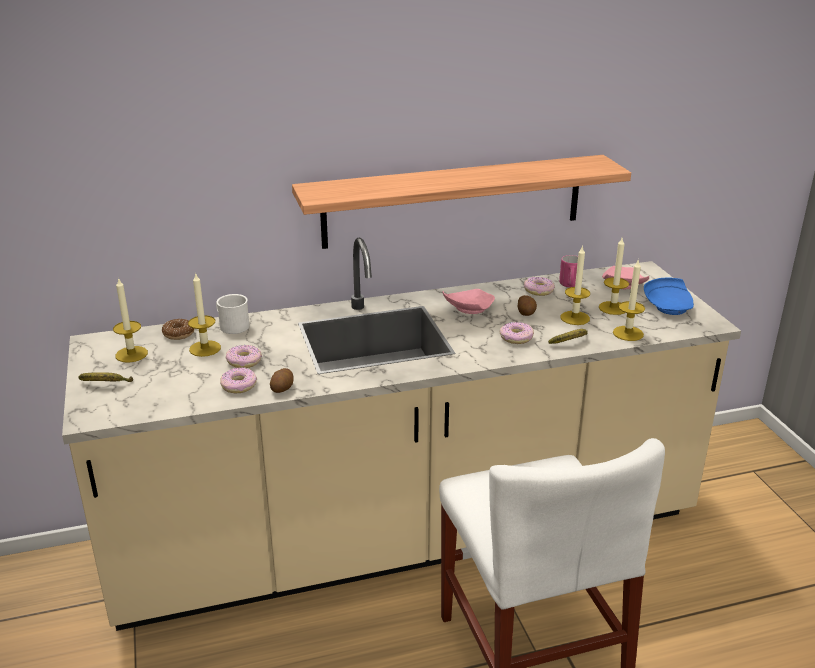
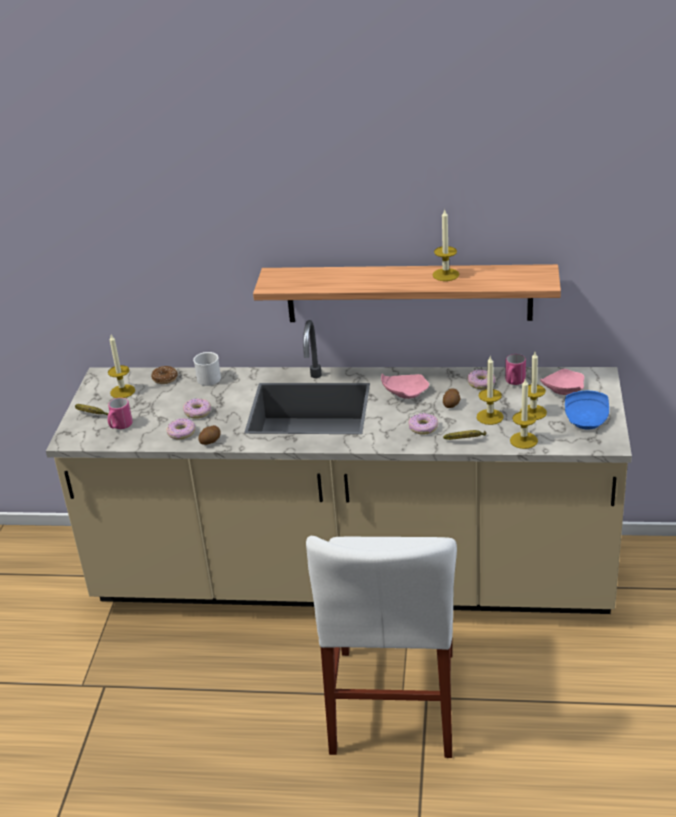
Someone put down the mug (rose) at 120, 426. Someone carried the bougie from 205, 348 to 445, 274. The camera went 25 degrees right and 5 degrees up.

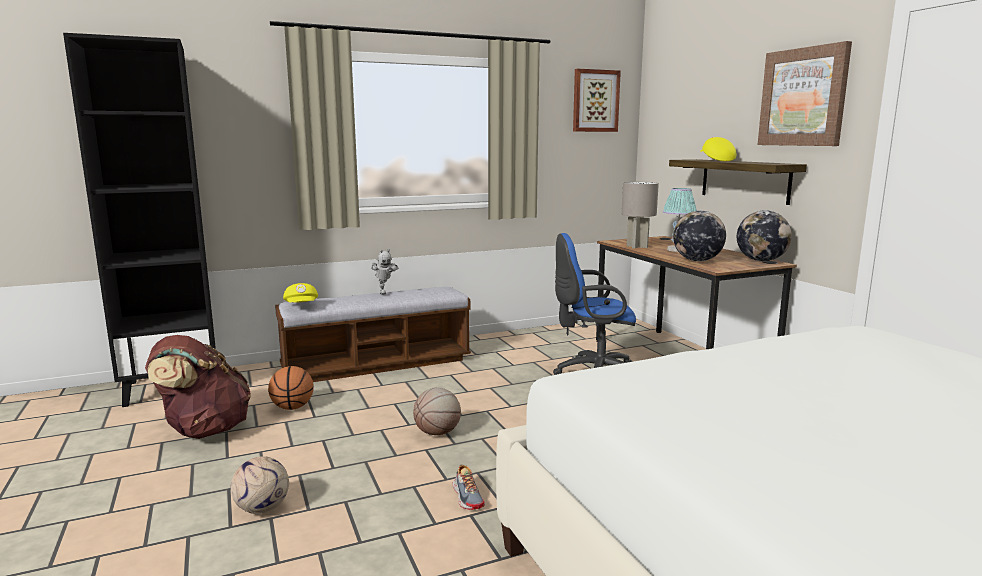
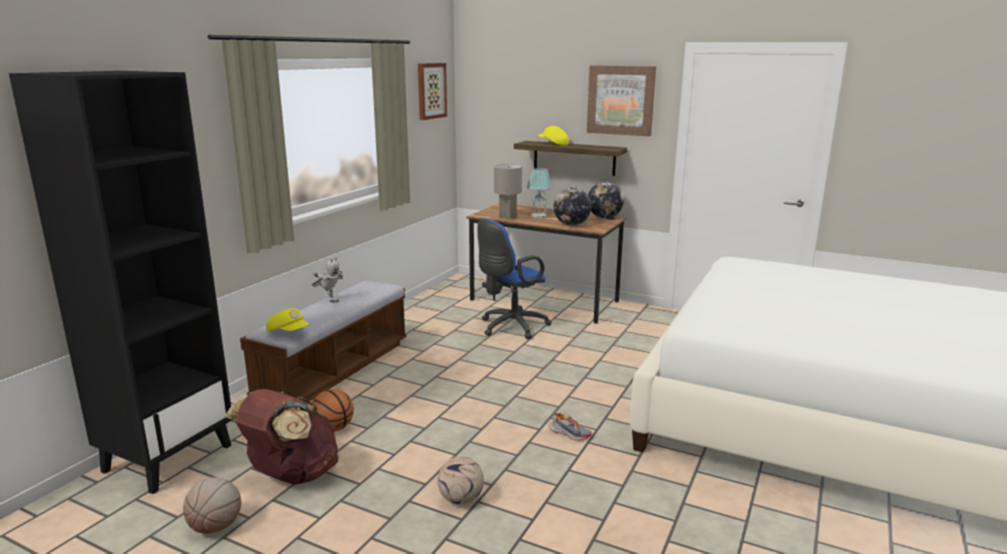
Someone carried the ballon de basket from 438, 433 to 216, 527. The camera went 40 degrees left and 5 degrees up.

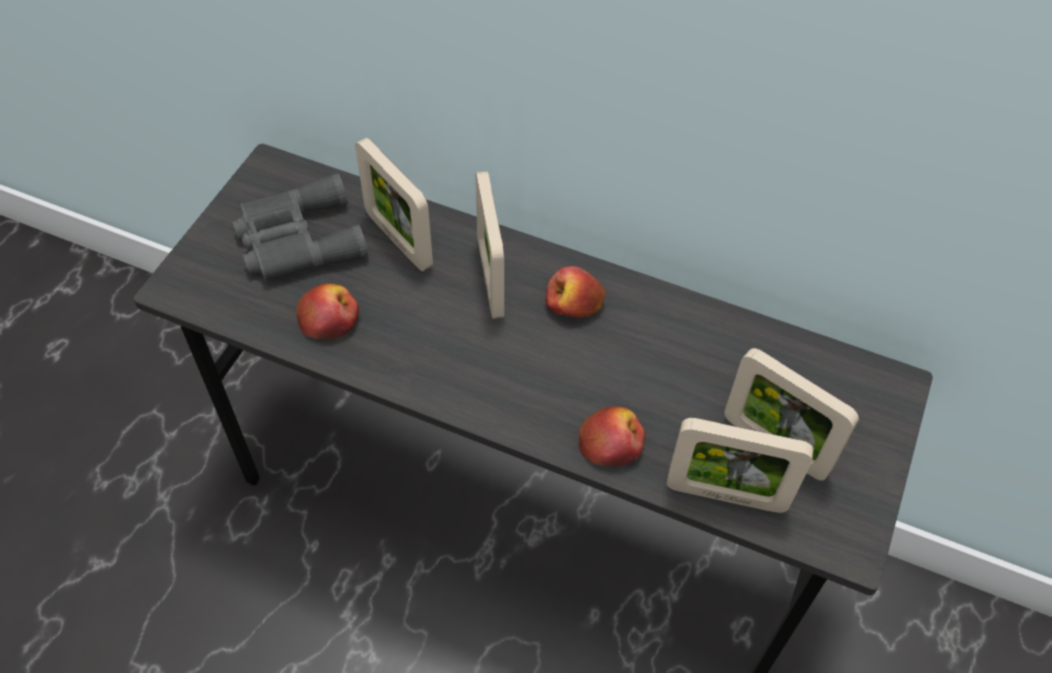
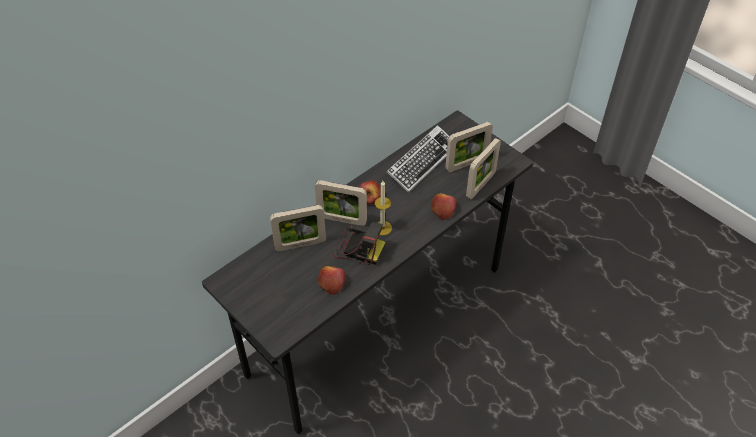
Someone put down the appareil photo at 358, 248. Someone put down the bougie at 382, 228. Someone put down the clavier at 422, 162. Someone took away the jumelles (gris) at 296, 240. The camera went 65 degrees left and 5 degrees down.

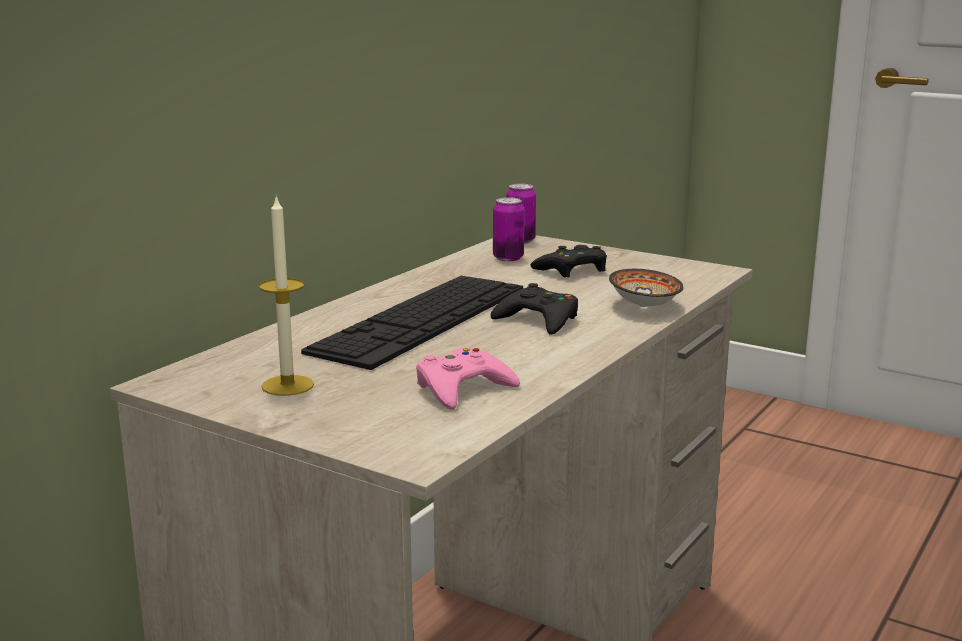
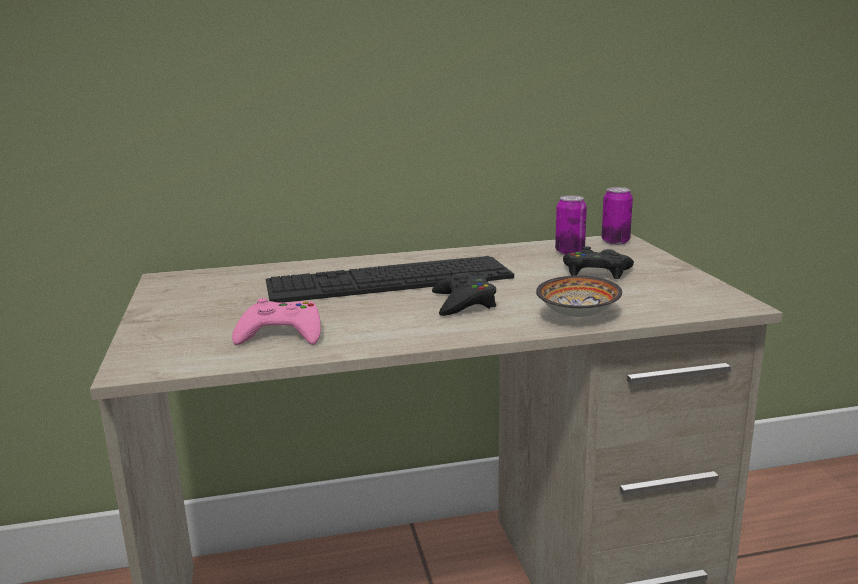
Someone took away the bougie at 287, 385. The camera went 45 degrees right and 0 degrees up.

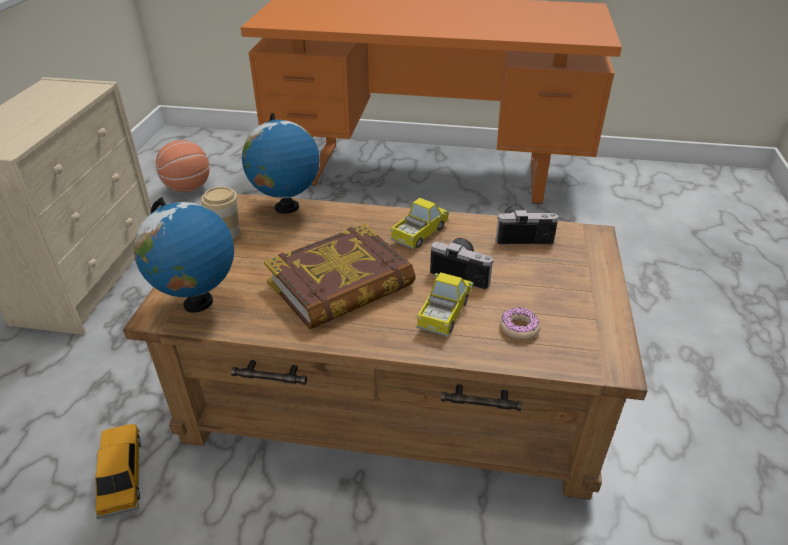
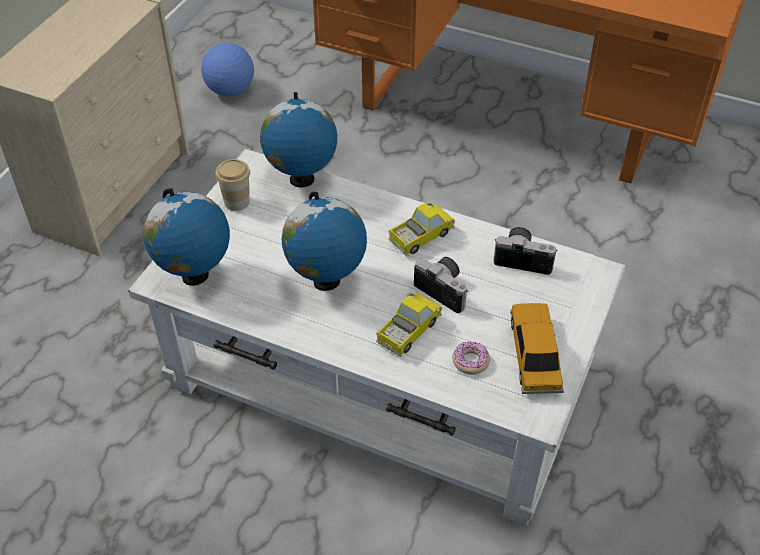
Someone repainted the table basse (marron) at 392, 391, which became the table basse (blanc) at 378, 379. Someone swapped the ballon de basket at 187, 188 for the ballon de foot at 230, 90. Someone swapped the livre at 341, 284 for the globe at 326, 282. Someone carried the petite voiture from 121, 475 to 534, 355. The camera went 15 degrees right and 10 degrees up.

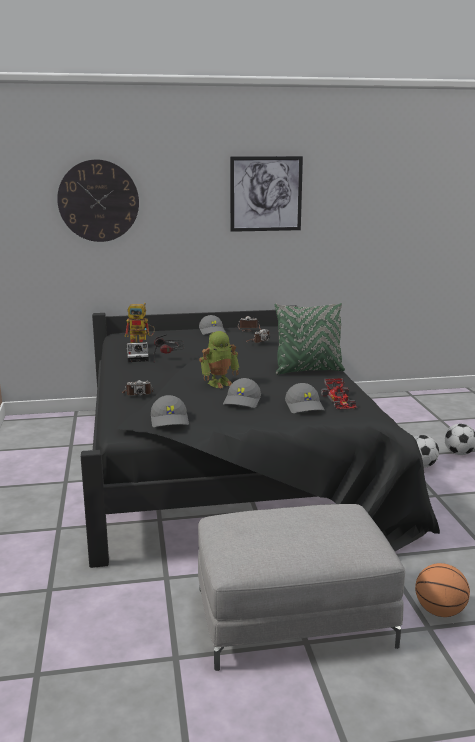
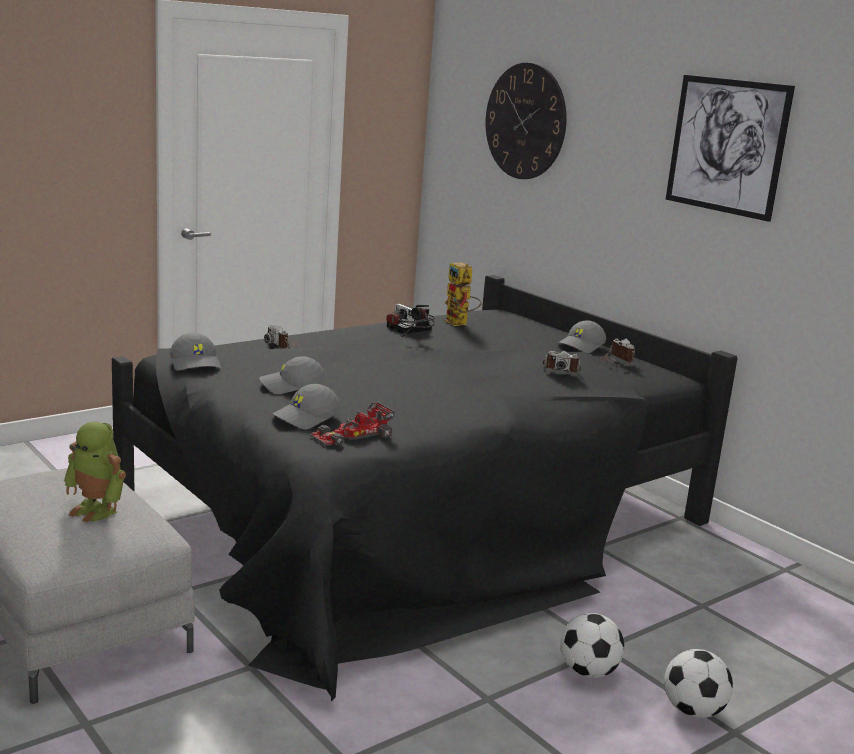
Someone carried the robot jouet from 219, 383 to 97, 510. Someone rotated the casquette (gris) at 170, 420 by 75 degrees counterclockwise. Someone took away the coussin (vert) at 308, 370. Someone took away the ballon de basket at 439, 611. The camera went 60 degrees right and 0 degrees up.

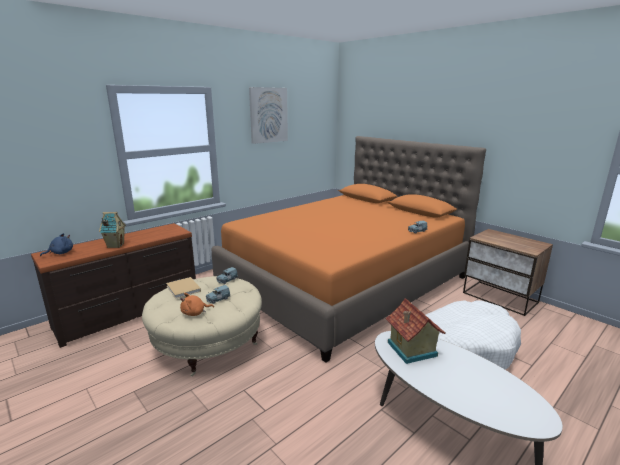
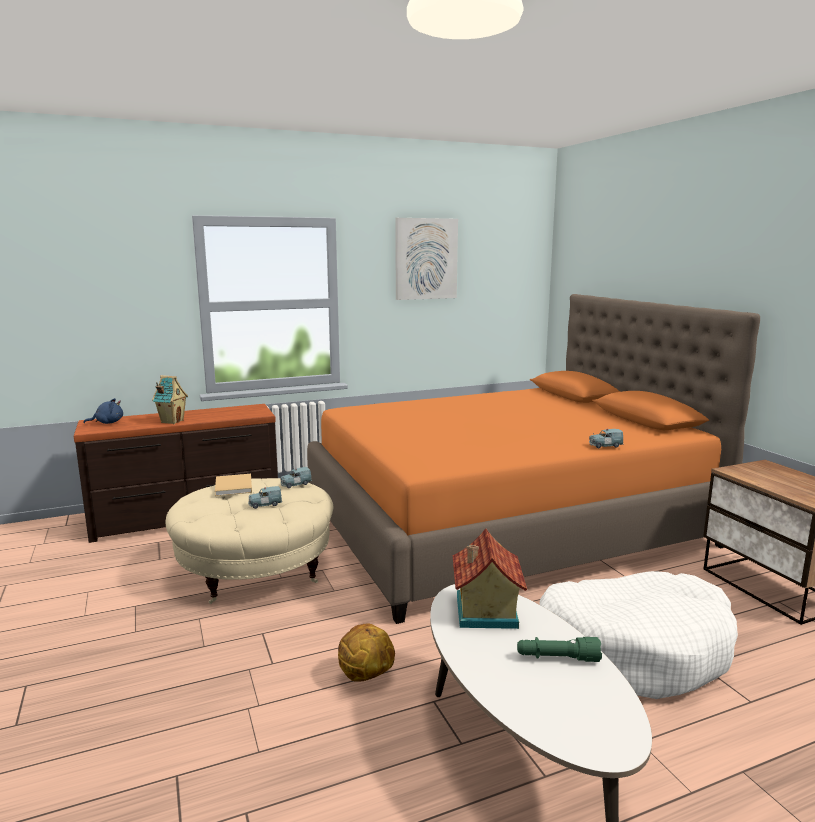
Someone put down the ballon de basket at 365, 676. Someone put down the lampe de poche (vert) at 557, 658. Someone took away the peluche (orange) at 195, 313. The camera went 20 degrees right and 5 degrees down.

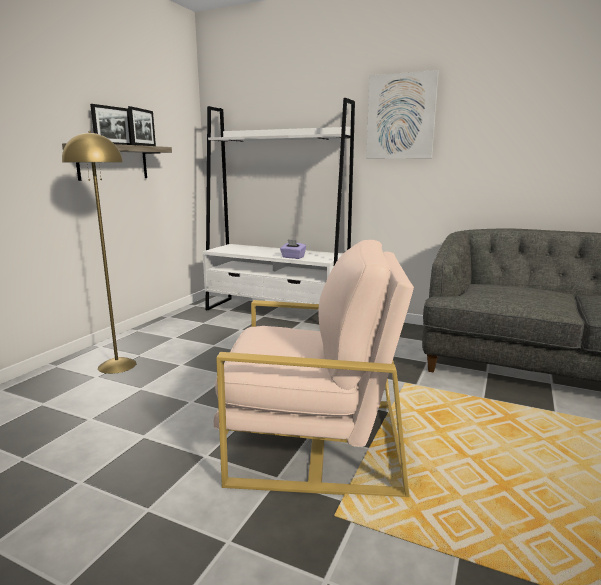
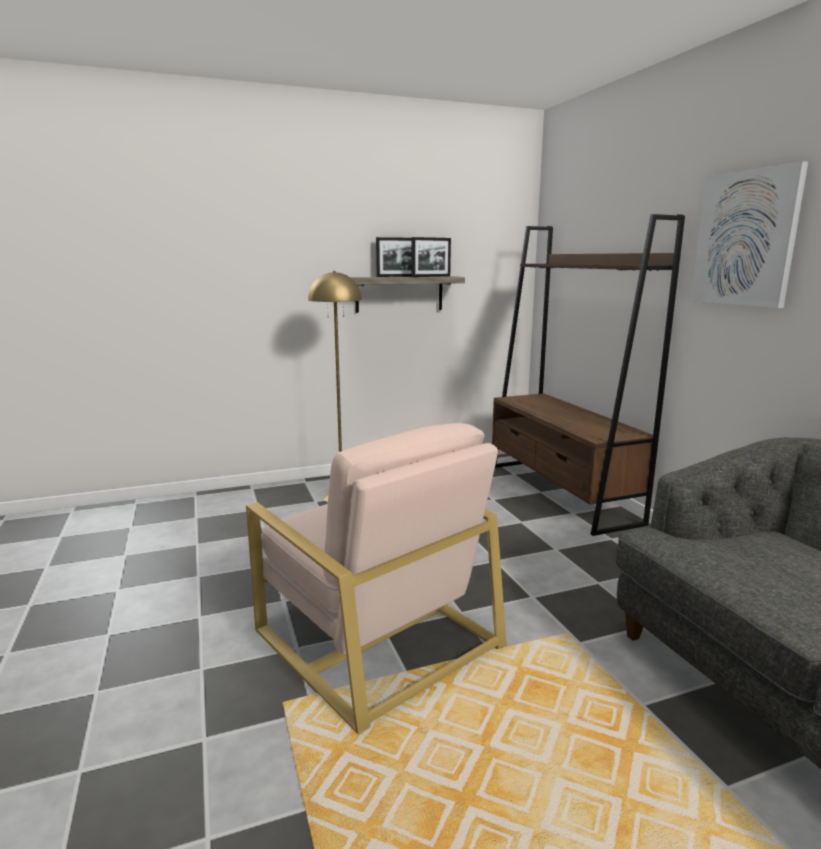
Someone repainted the bibliothèque (blanc) at 276, 313, which became the bibliothèque (marron) at 560, 493. Someone took away the boîte à mouchoirs (violet) at 293, 257. The camera went 45 degrees right and 0 degrees up.

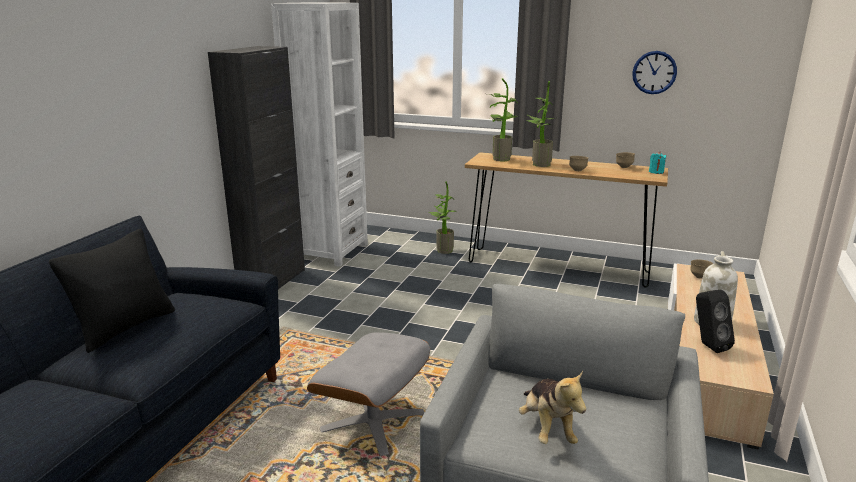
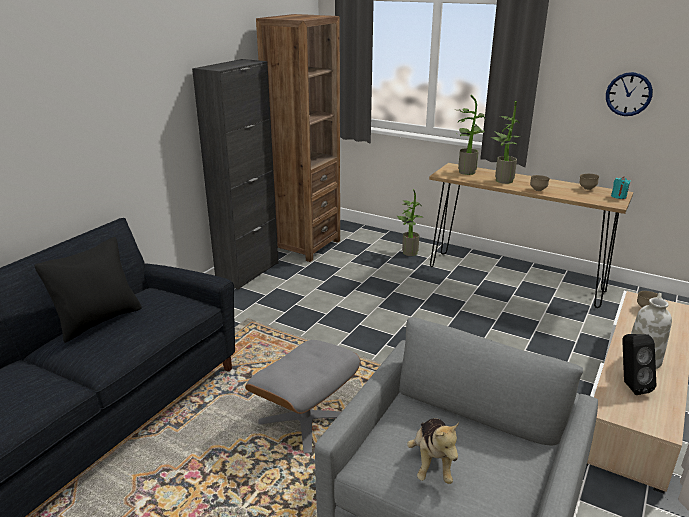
Someone repainted the bibliothèque (blanc) at 331, 251, which became the bibliothèque (marron) at 305, 245. The camera went 10 degrees right and 5 degrees up.

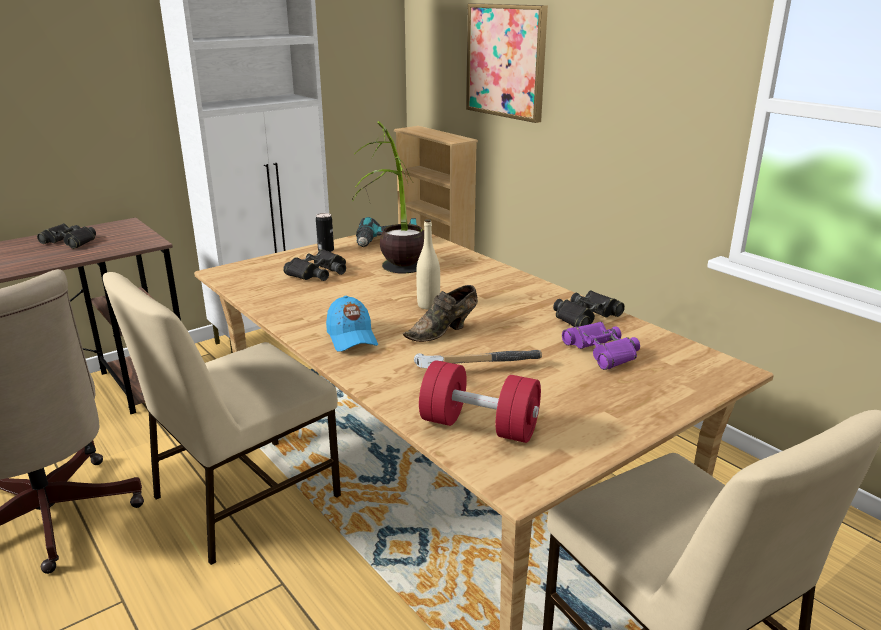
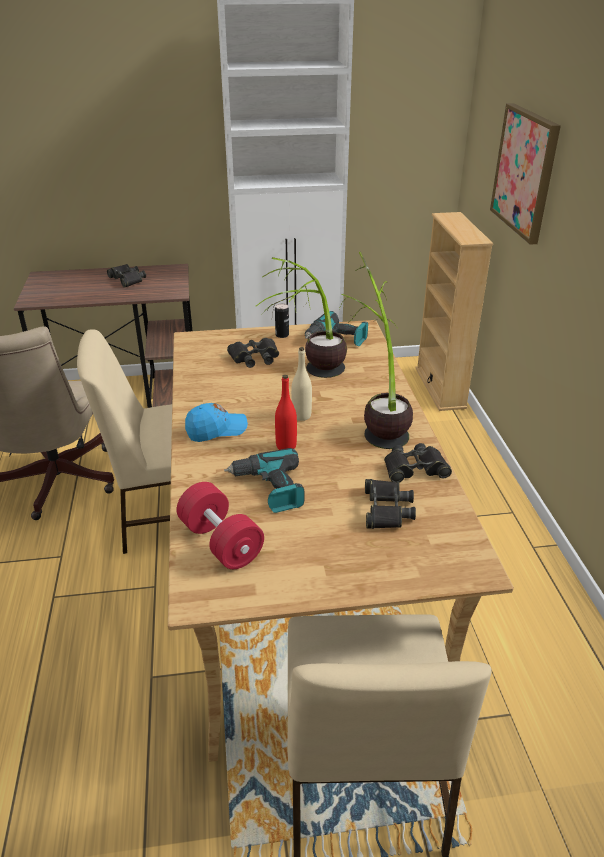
Someone rotated the casquette (bleu) at 351, 337 by 120 degrees counterclockwise. Someone swapped the marteau at 472, 368 for the perceuse at 270, 489. Someone swapped the chaussure (marron) at 444, 331 for the bouteille (rouge) at 286, 446. Someone put down the plante en pot at 376, 420. Someone repainted the jumelles (violet) at 601, 352, which became the jumelles (noir) at 386, 509. The camera went 30 degrees right and 10 degrees up.

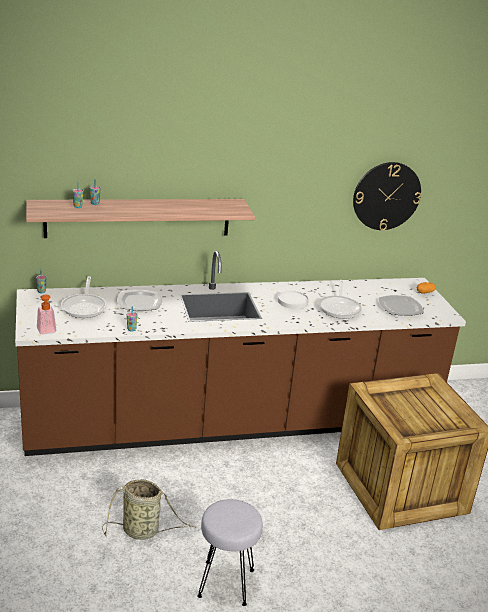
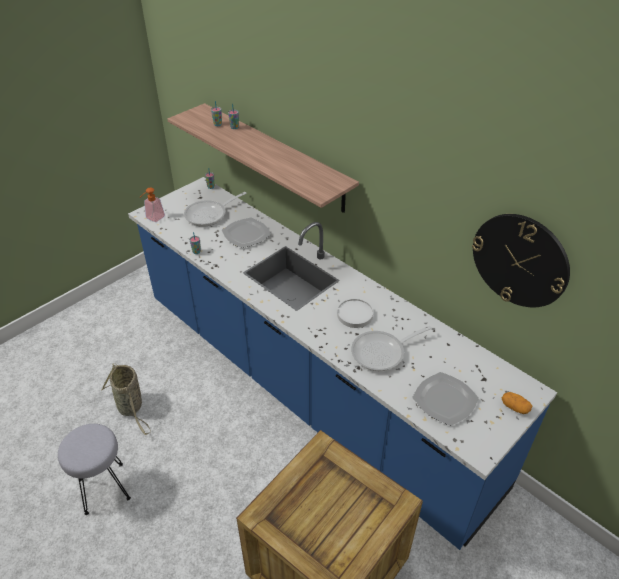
Someone repainted the comptoir de cuisine (marron) at 233, 423, which became the comptoir de cuisine (bleu) at 309, 388. The camera went 60 degrees right and 15 degrees up.

